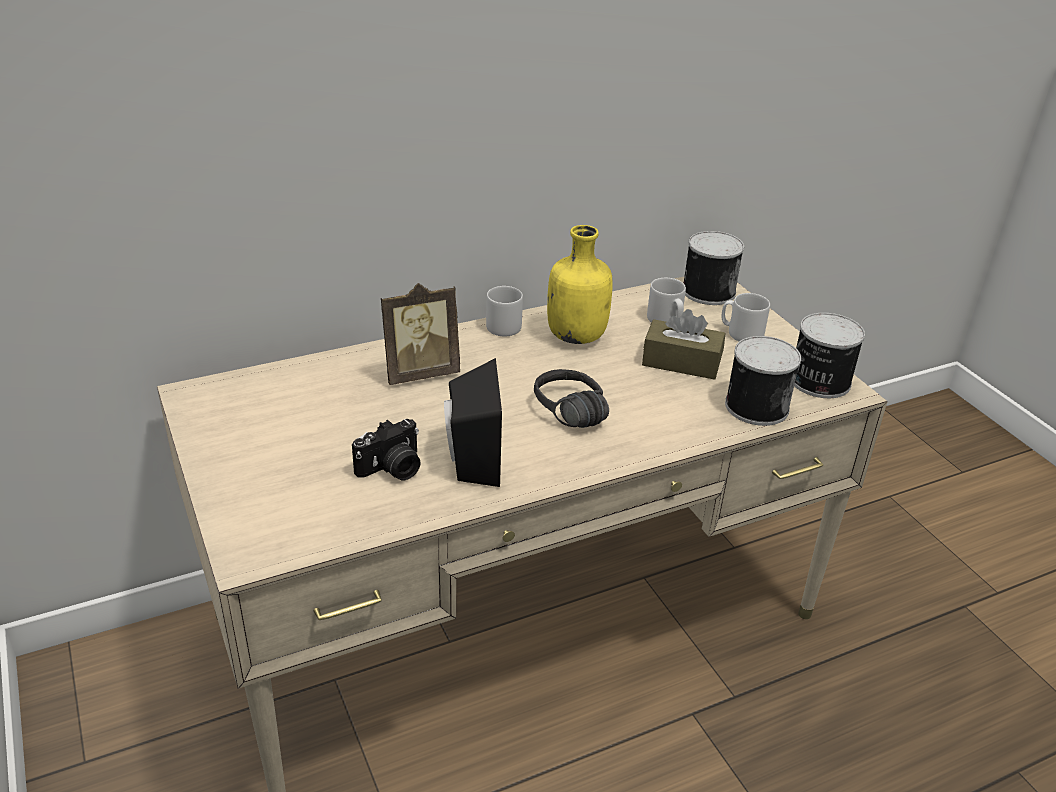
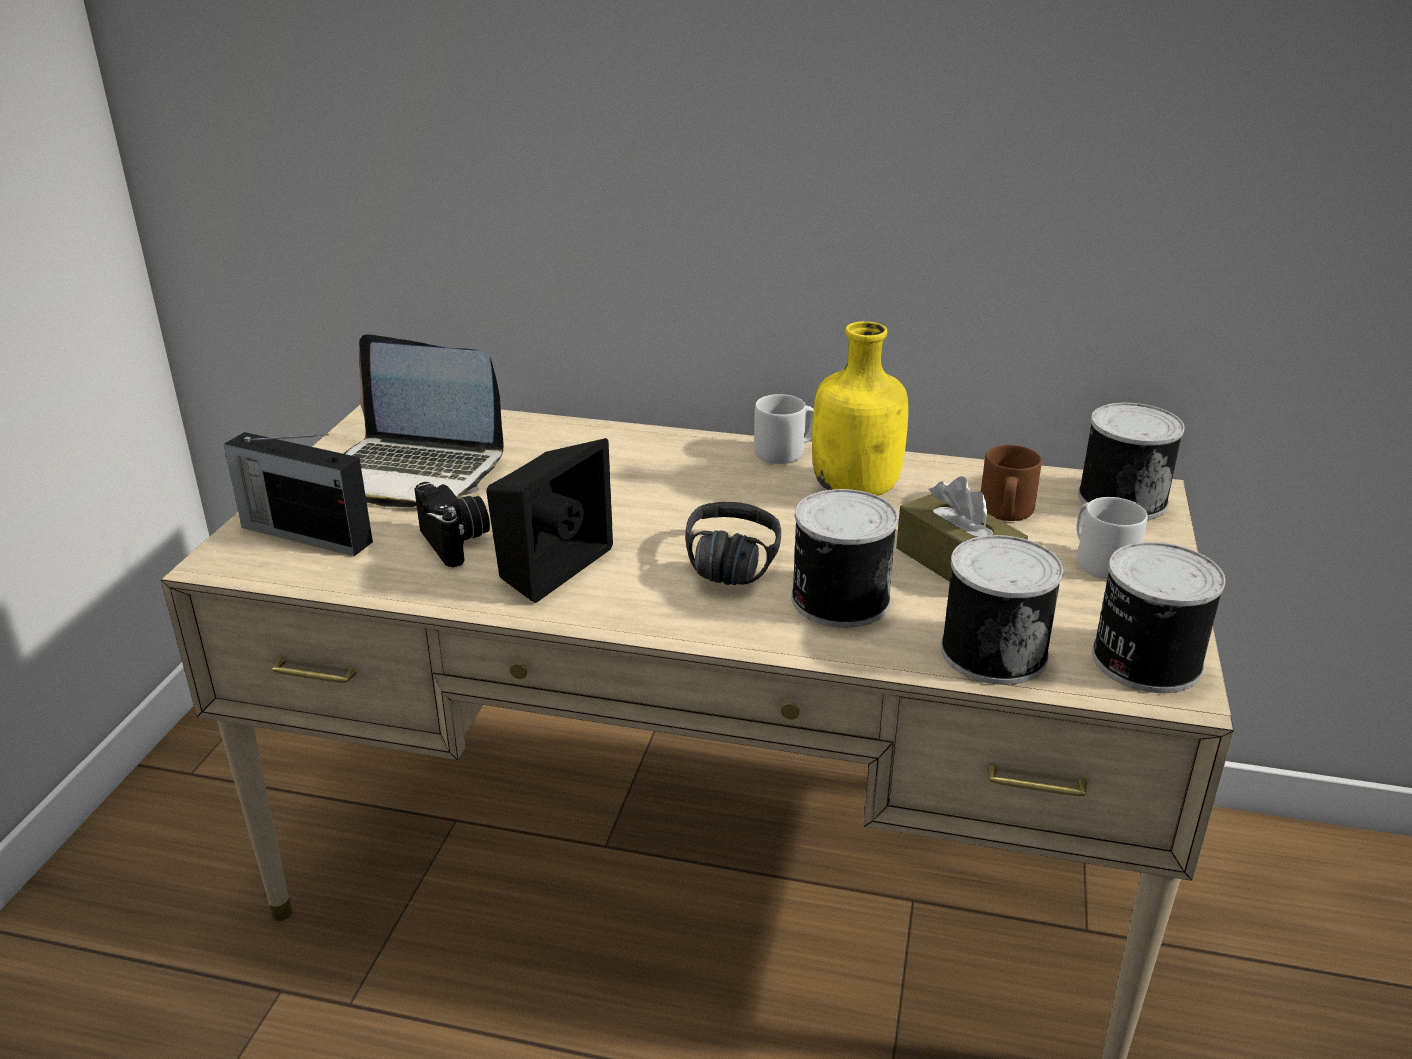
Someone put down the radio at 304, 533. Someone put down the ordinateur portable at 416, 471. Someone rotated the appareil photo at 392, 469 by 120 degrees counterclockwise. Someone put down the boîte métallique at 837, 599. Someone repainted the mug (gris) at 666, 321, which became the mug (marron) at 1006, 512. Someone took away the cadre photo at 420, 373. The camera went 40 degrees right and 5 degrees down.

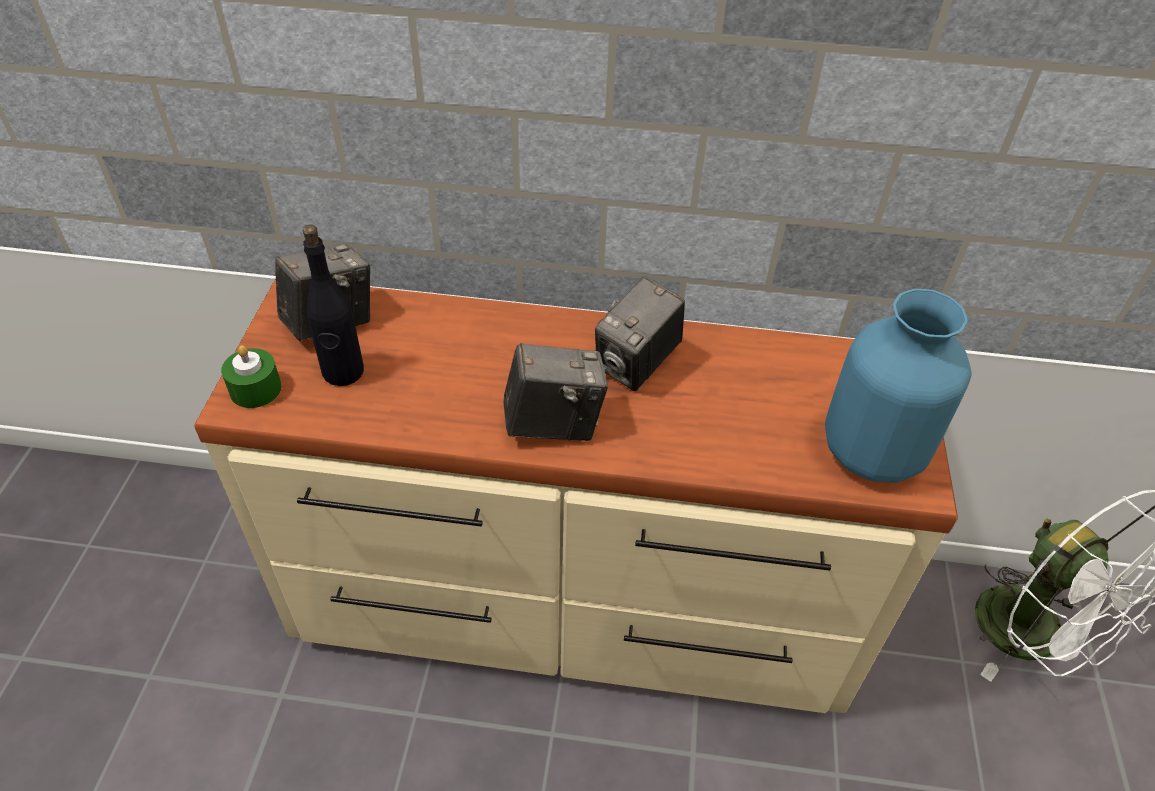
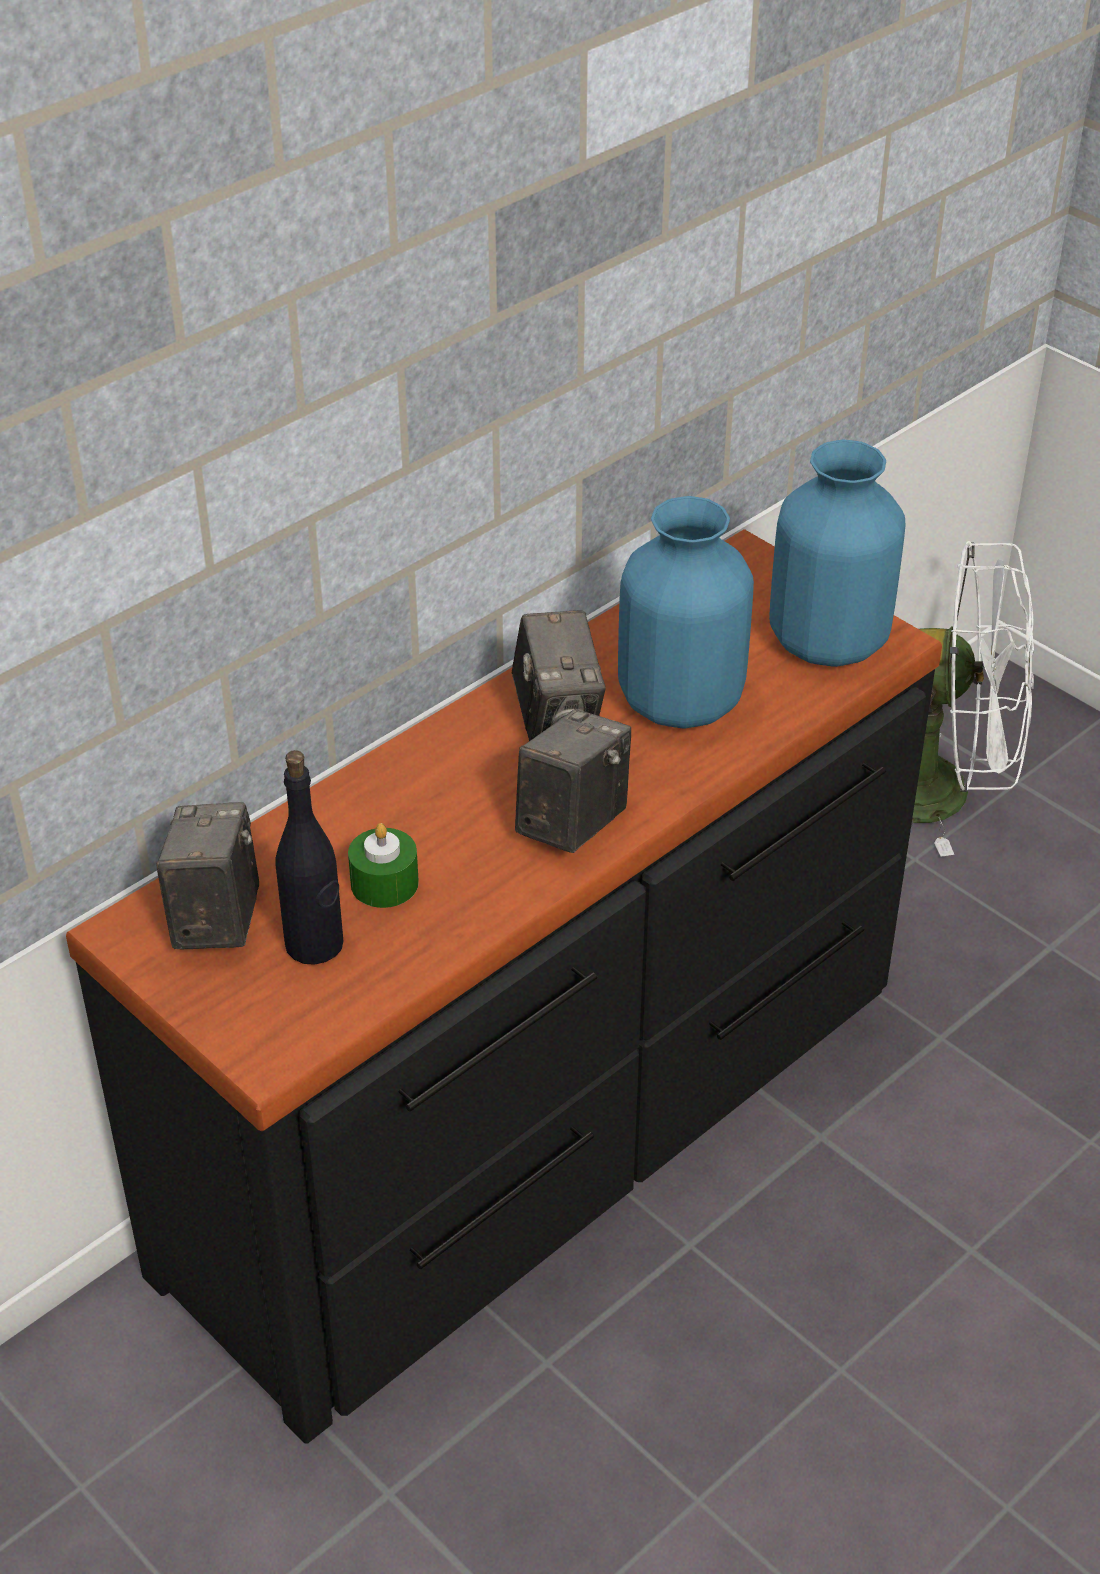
Someone repainted the commode (beige) at 571, 603, which became the commode (noir) at 545, 1127. Someone carried the bougie (vert) from 255, 389 to 384, 883. Someone put down the vase (bleu) at 682, 701. The camera went 50 degrees left and 5 degrees down.

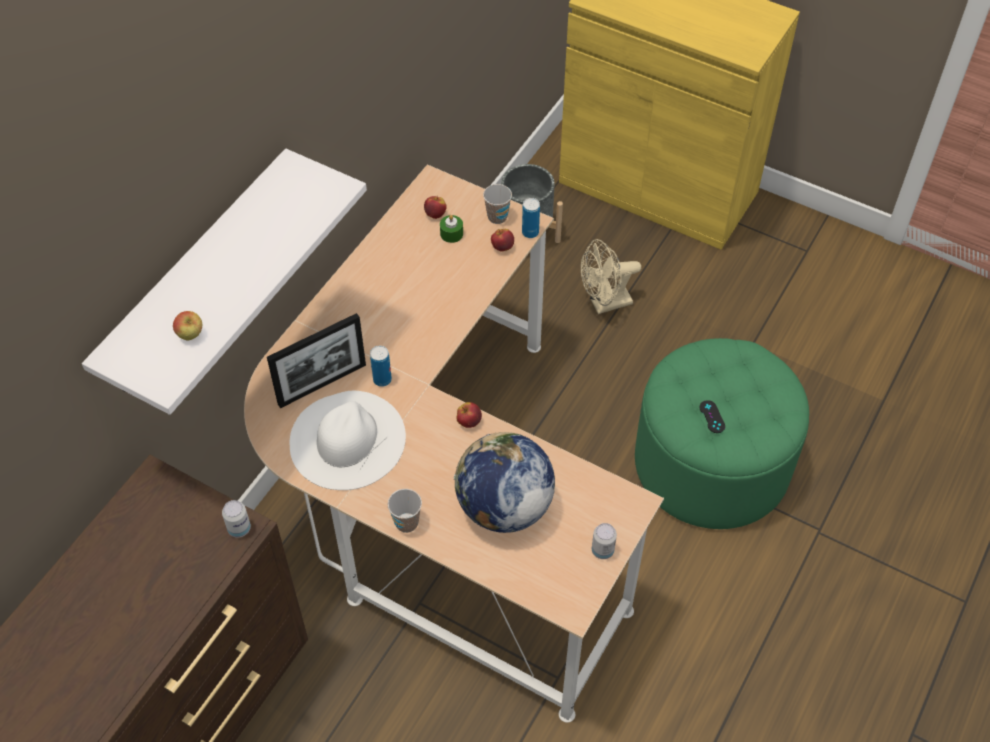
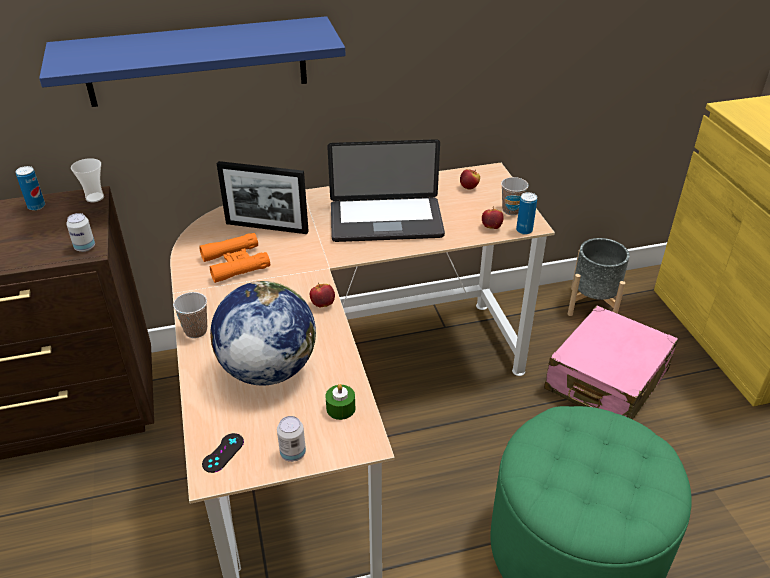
Someone carried the boîte métallique from 382, 380 to 36, 206. Someone repainted the étagère (blanc) at 197, 275, which became the étagère (bleu) at 197, 62. Someone put down the tasse at 95, 197. Someone swapped the chapeau (blanc) at 347, 439 for the jumelles (orange) at 235, 263. Someone carried the manette (noir) from 712, 417 to 223, 453. Someone carried the bougie (vert) from 451, 234 to 340, 408. Someone put down the ordinateur portable at 386, 221. Someone swapped the ventilateur (beige) at 605, 304 for the valise (rose) at 606, 380. Someone took away the pomme at 190, 335. The camera went 45 degrees right and 15 degrees down.

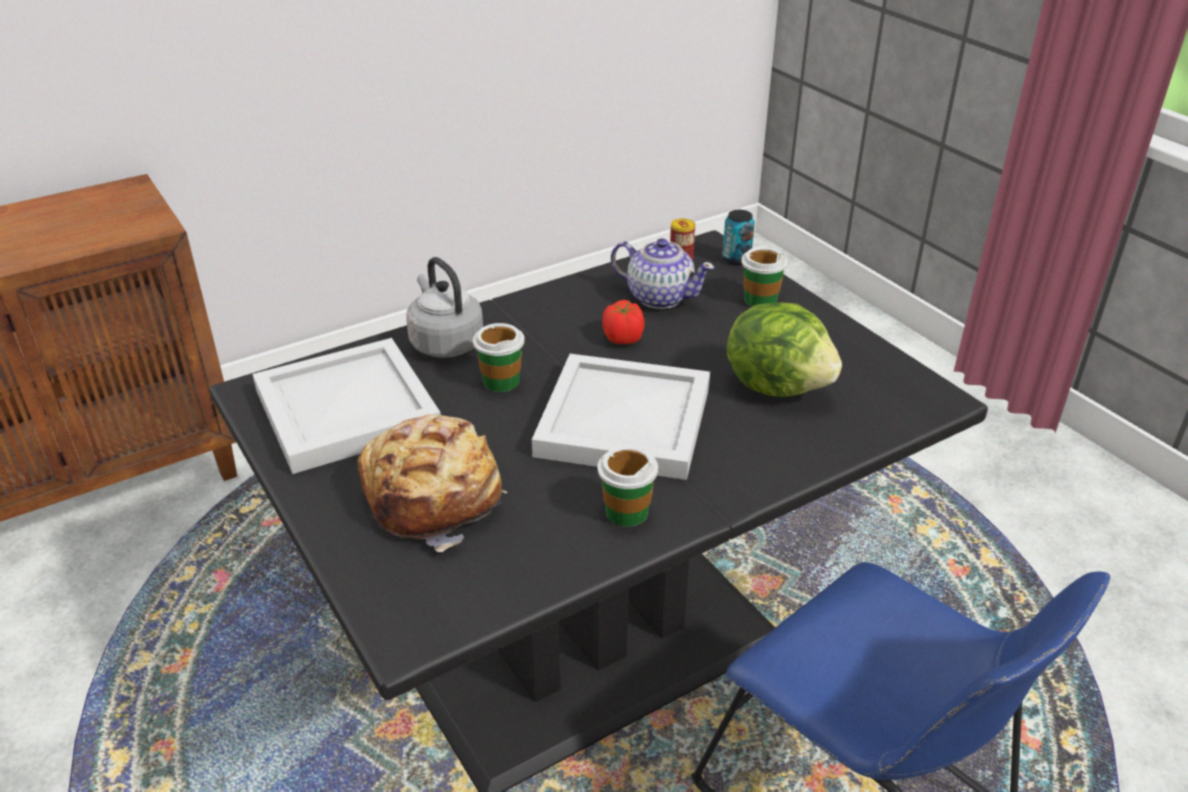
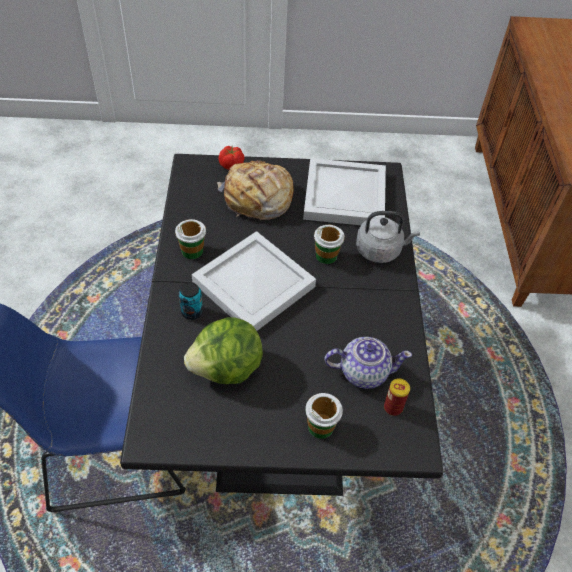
Someone carried the boîte métallique from 736, 259 to 192, 312. Someone carried the tomate from 622, 338 to 231, 165. Someone rotated the théière at 659, 297 by 150 degrees counterclockwise. The camera went 120 degrees right and 15 degrees up.

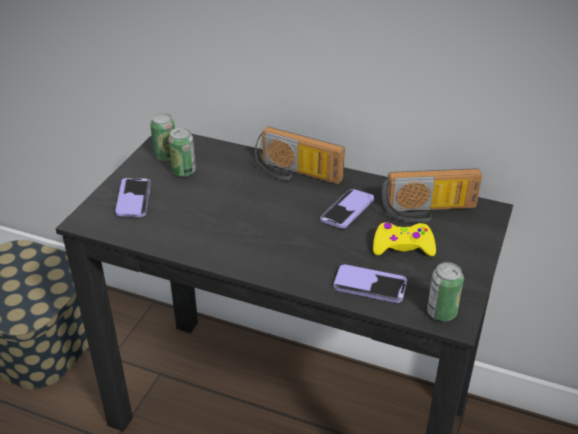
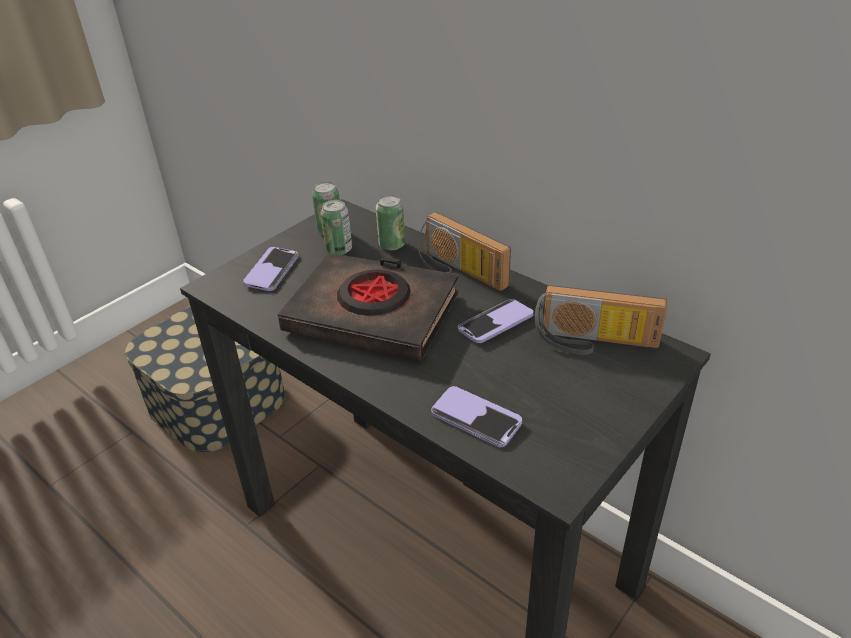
Someone put down the livre (noir) at 373, 314. Someone carried the boîte métallique from 441, 312 to 392, 245. Someone took away the manette (jaune) at 402, 246. The camera went 20 degrees right and 0 degrees up.

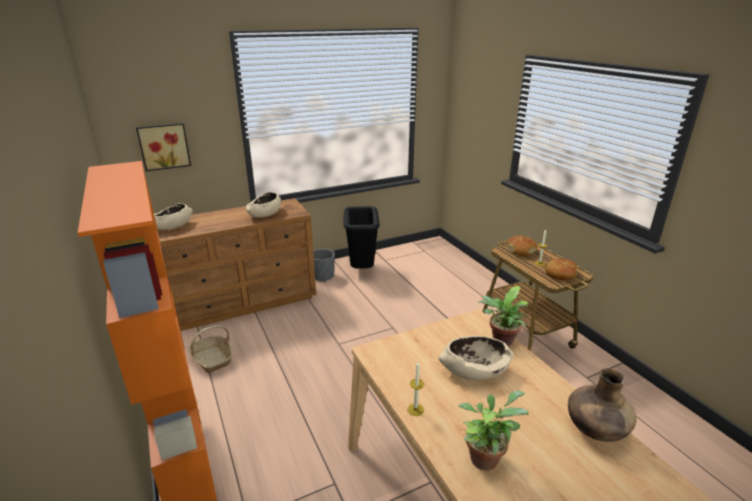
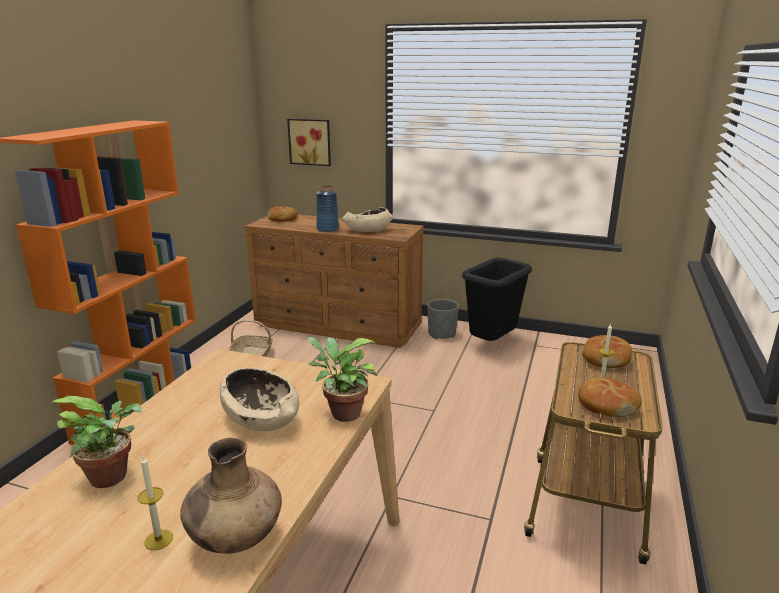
Someone carried the bougie from 415, 409 to 158, 540. Someone swapped the bol (beige) at 171, 226 for the pain at 282, 219. Someone put down the vase (bleu) at 328, 229. The camera went 45 degrees right and 5 degrees down.

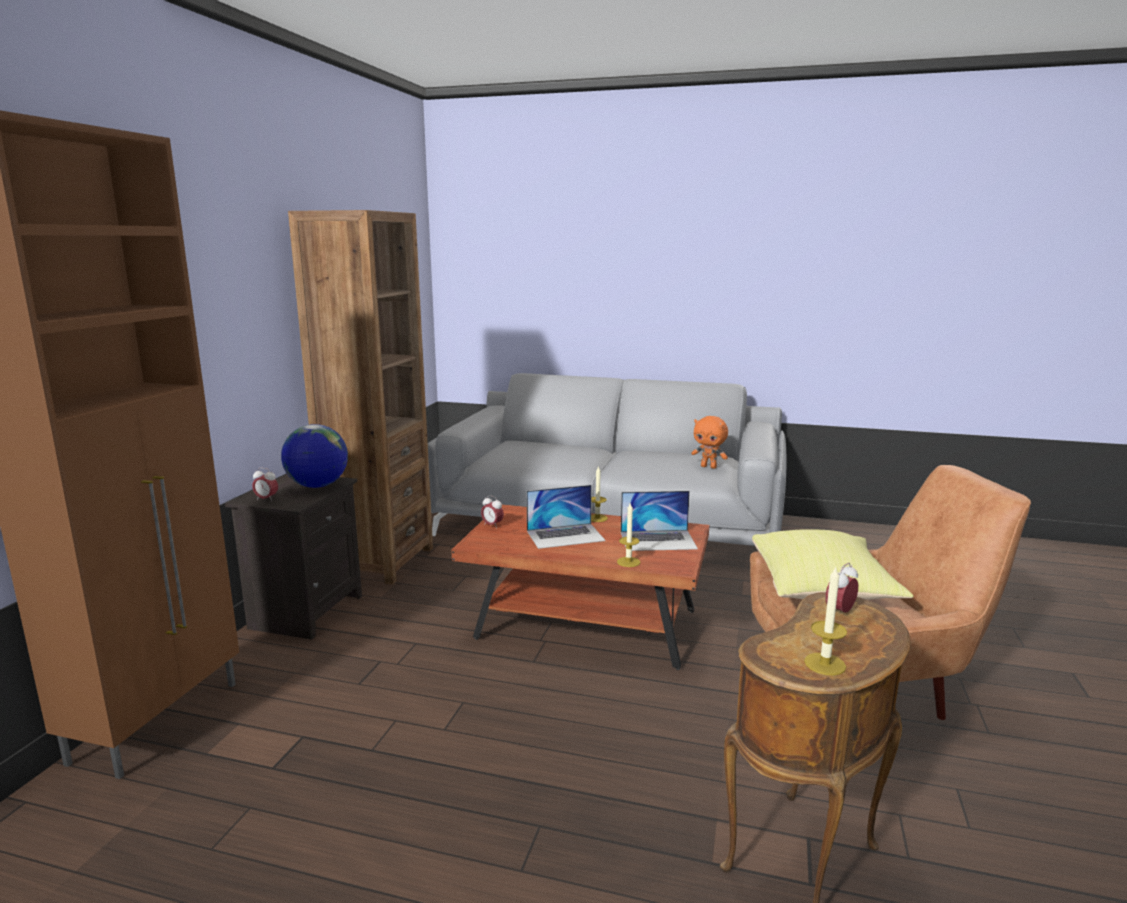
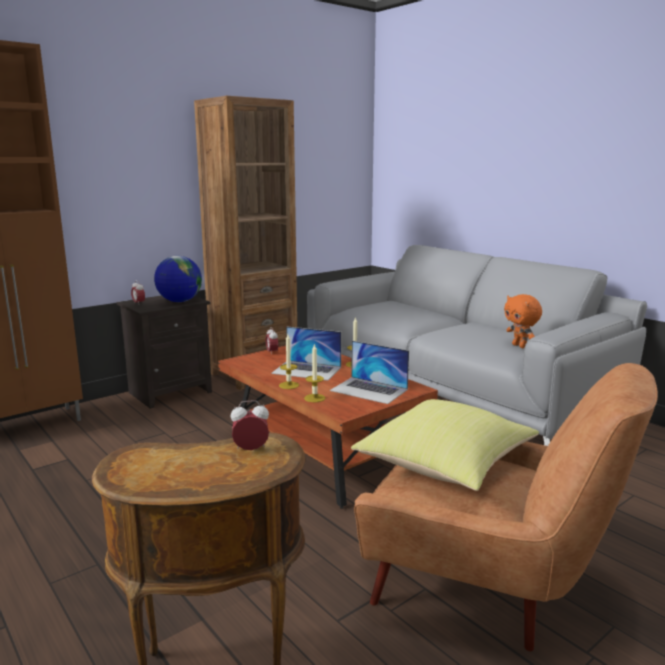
Someone carried the bougie from 825, 664 to 289, 385. The camera went 35 degrees right and 0 degrees up.

